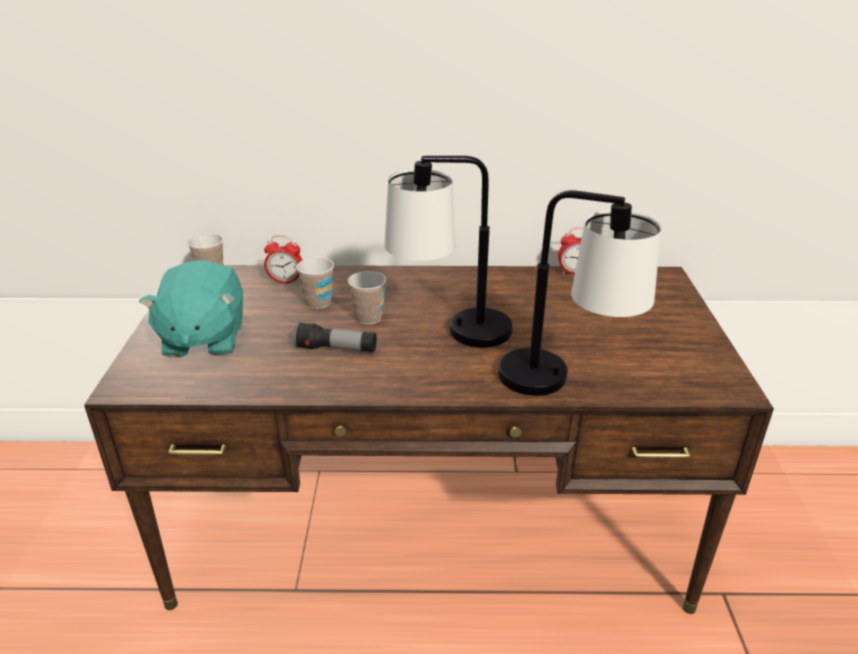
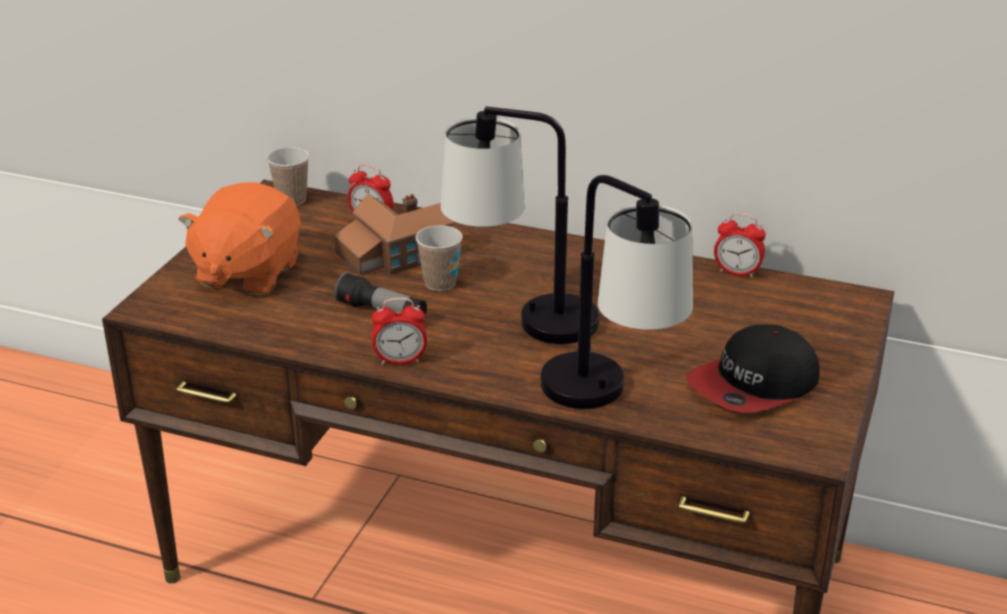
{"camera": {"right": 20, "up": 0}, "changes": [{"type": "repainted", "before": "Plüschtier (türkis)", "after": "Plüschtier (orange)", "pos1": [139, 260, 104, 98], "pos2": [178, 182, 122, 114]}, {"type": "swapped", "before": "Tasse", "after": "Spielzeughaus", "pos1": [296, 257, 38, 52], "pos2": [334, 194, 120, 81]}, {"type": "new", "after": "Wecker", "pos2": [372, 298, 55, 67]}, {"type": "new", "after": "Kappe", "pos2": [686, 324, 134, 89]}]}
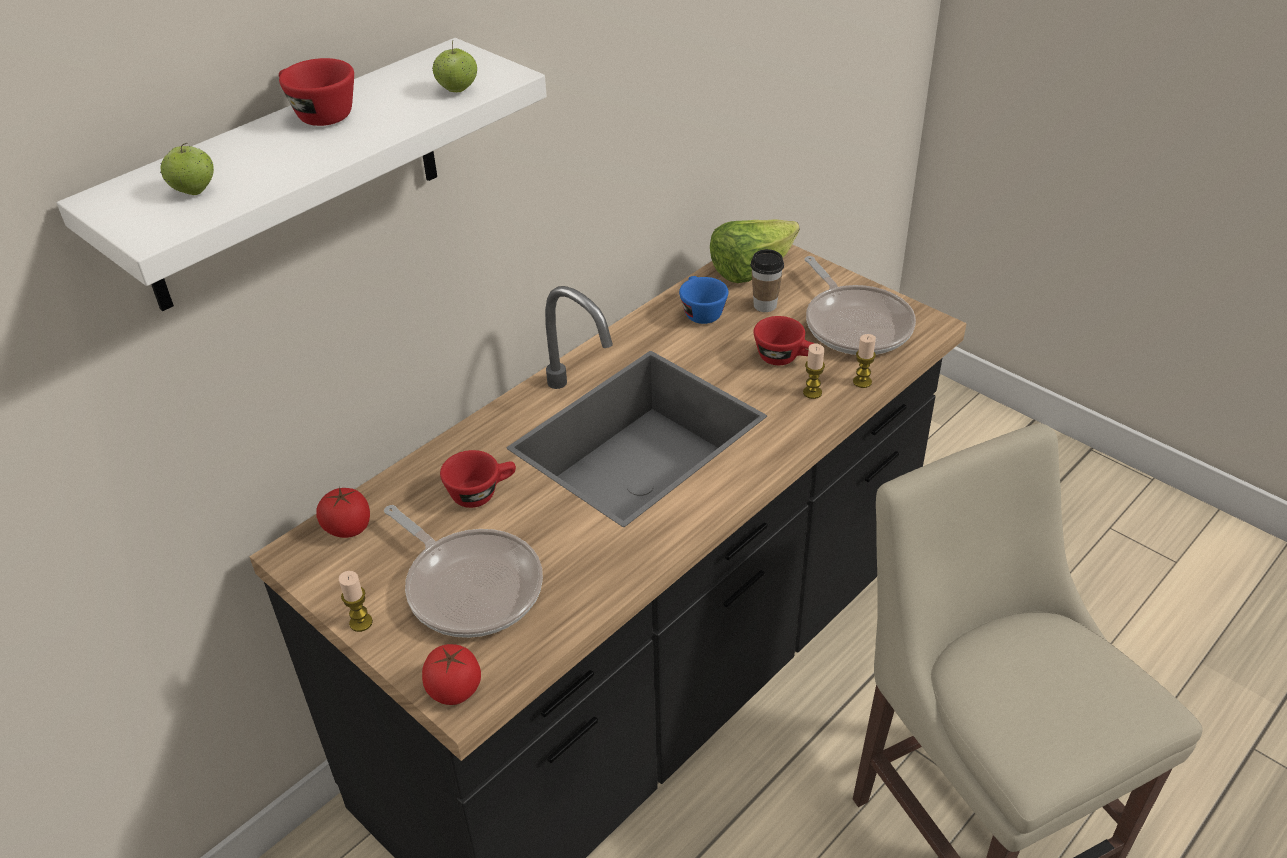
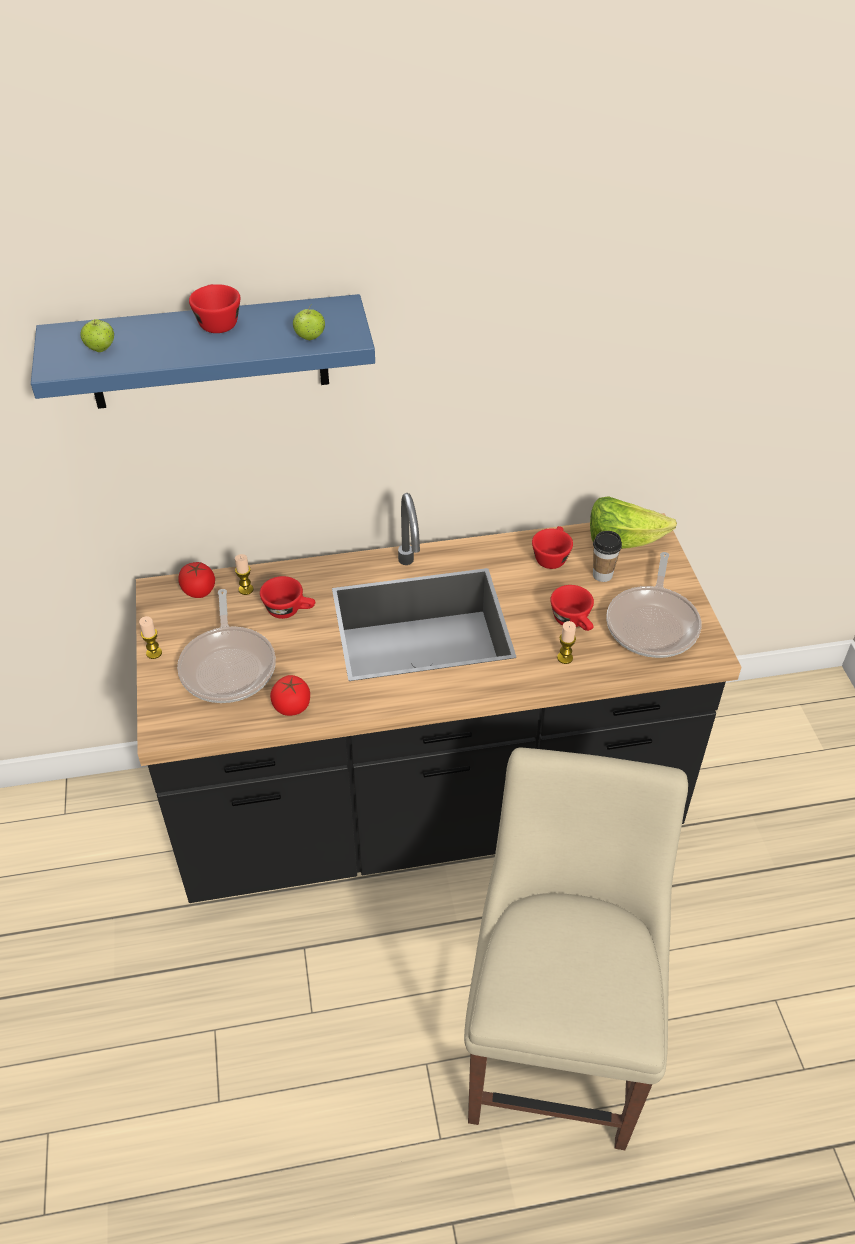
{"camera": {"right": 35, "up": 5}, "changes": [{"type": "repainted", "before": "Wandregal (weiß)", "after": "Wandregal (blau)", "pos1": [57, 38, 490, 273], "pos2": [31, 294, 344, 115]}, {"type": "shifted", "before": "Tomate", "pos1": [422, 644, 59, 61], "pos2": [270, 675, 40, 41]}, {"type": "repainted", "before": "Tasse (blau)", "after": "Tasse (rot)", "pos1": [679, 276, 49, 48], "pos2": [532, 526, 41, 43]}, {"type": "shifted", "before": "Kerze", "pos1": [853, 334, 23, 54], "pos2": [235, 554, 19, 41]}]}
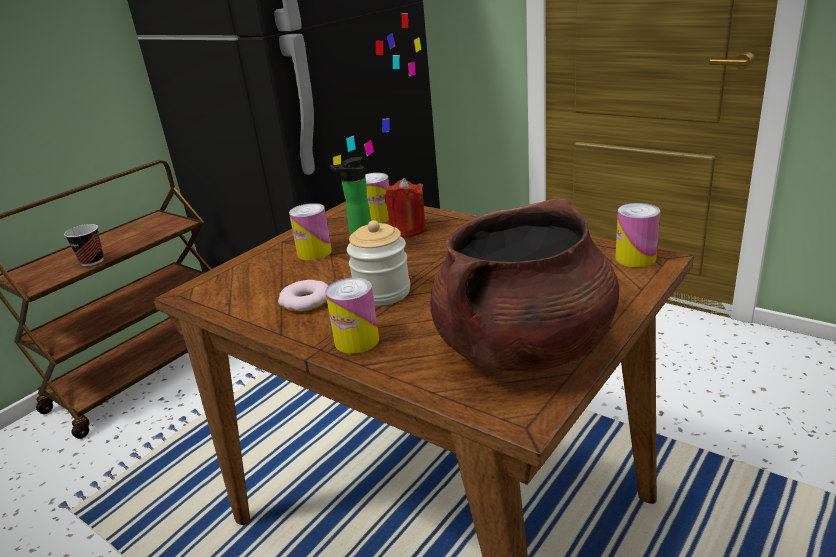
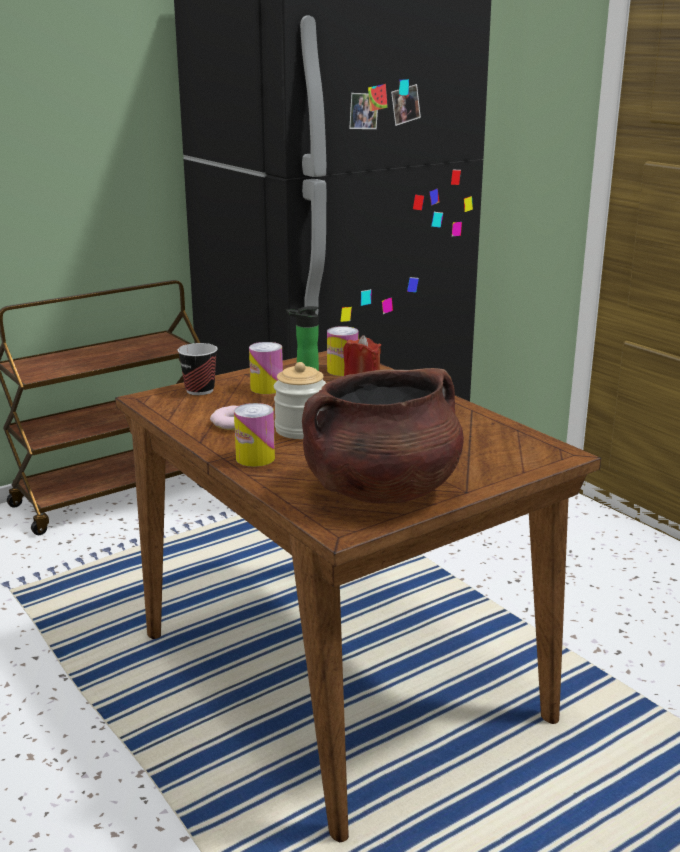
{"camera": {"right": 15, "up": -5}, "changes": [{"type": "shifted", "before": "Tasse", "pos1": [64, 224, 40, 42], "pos2": [177, 343, 41, 52]}, {"type": "gone", "before": "Dose", "pos1": [615, 203, 45, 64]}]}
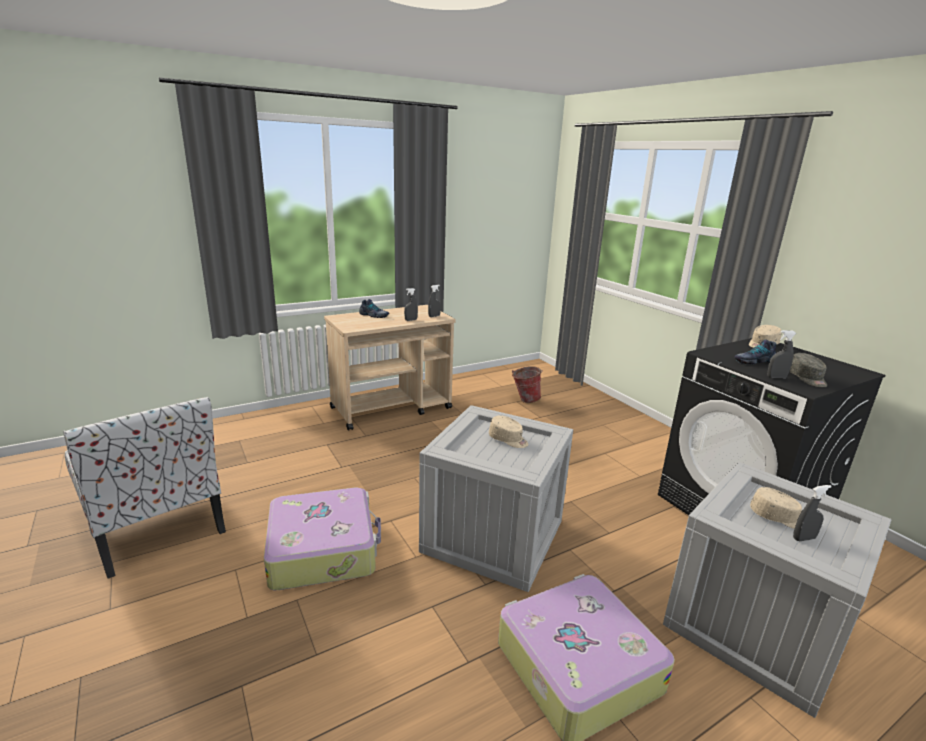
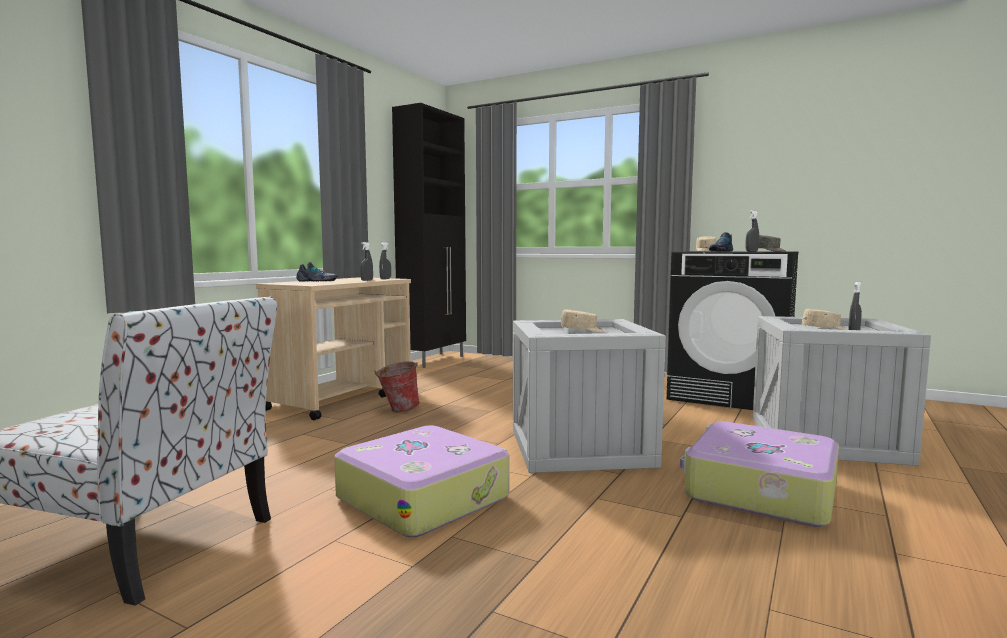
{"camera": {"right": -30, "up": -15}, "changes": [{"type": "shifted", "before": "Eimer", "pos1": [512, 366, 31, 37], "pos2": [374, 361, 46, 51]}, {"type": "new", "after": "Schrank (schwarz)", "pos2": [392, 103, 74, 265]}]}
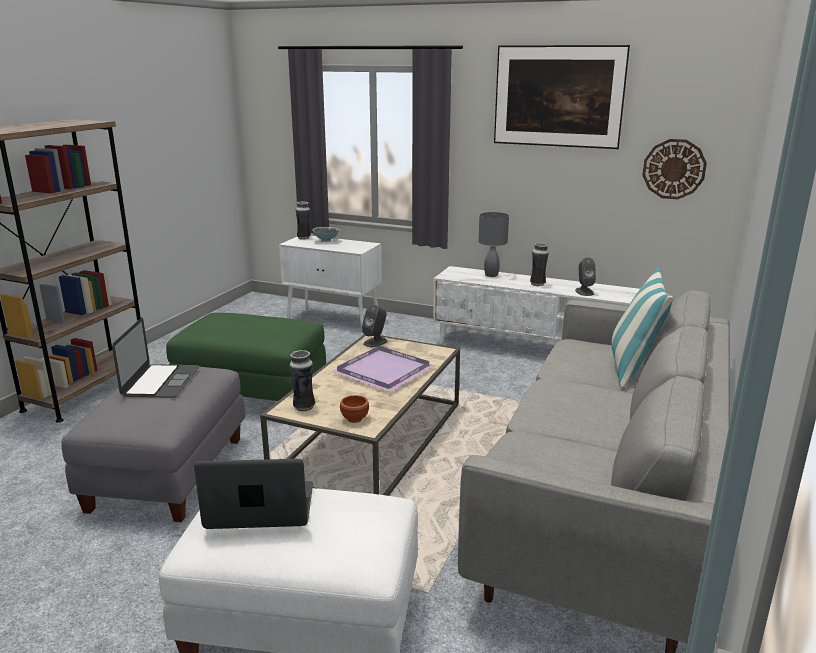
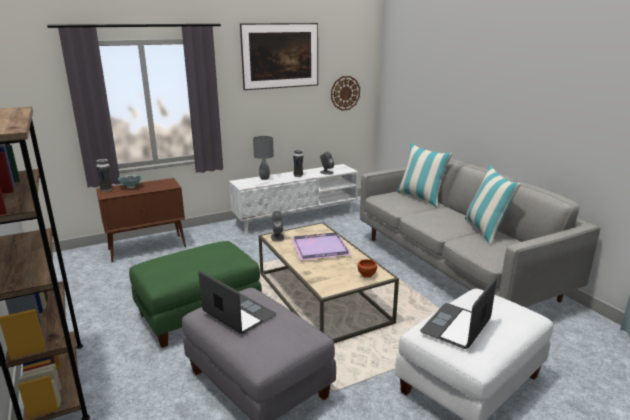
{"camera": {"right": -50, "up": 0}, "changes": [{"type": "repainted", "before": "Schrank (weiß)", "after": "Schrank (braun)", "pos1": [279, 236, 103, 96], "pos2": [96, 178, 90, 84]}, {"type": "gone", "before": "Vase", "pos1": [290, 350, 25, 61]}, {"type": "new", "after": "Kissen", "pos2": [465, 166, 56, 79]}]}
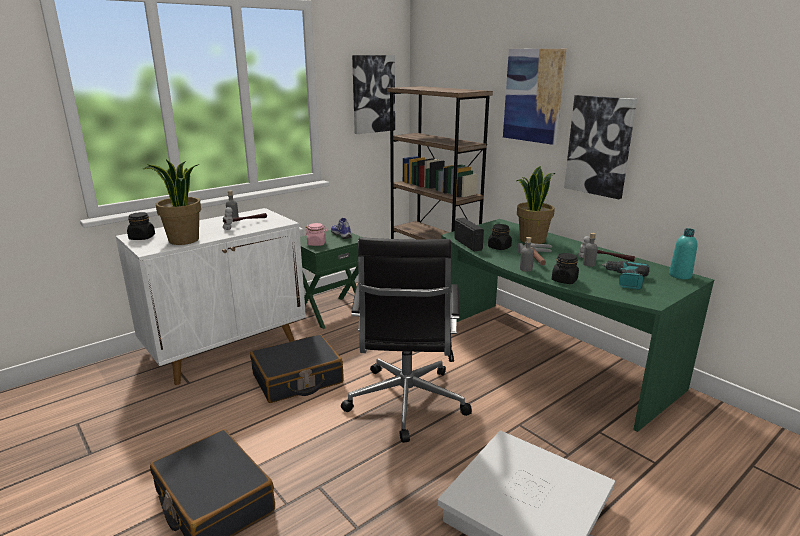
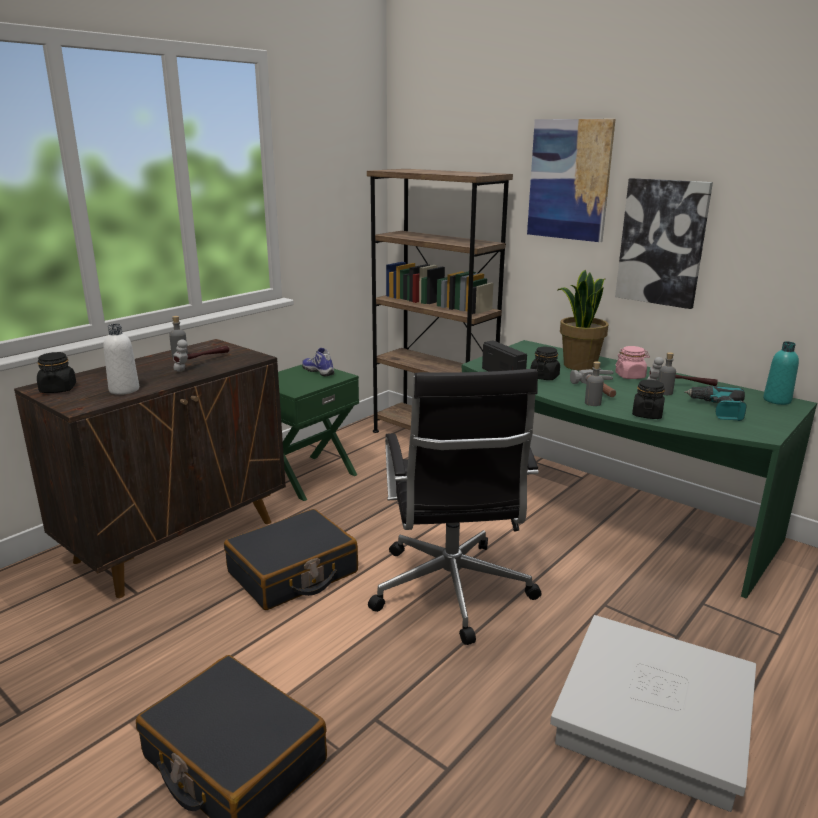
{"camera": {"right": -10, "up": 0}, "changes": [{"type": "repainted", "before": "Schrank (weiß)", "after": "Schrank (braun)", "pos1": [115, 208, 191, 177], "pos2": [14, 339, 272, 259]}, {"type": "swapped", "before": "Topfpflanze", "after": "Flasche (weiß)", "pos1": [143, 159, 58, 86], "pos2": [103, 324, 36, 71]}, {"type": "shifted", "before": "Vorratsglas (rosa)", "pos1": [305, 223, 22, 23], "pos2": [615, 346, 35, 33]}, {"type": "gone", "before": "Bild", "pos1": [352, 55, 43, 79]}]}
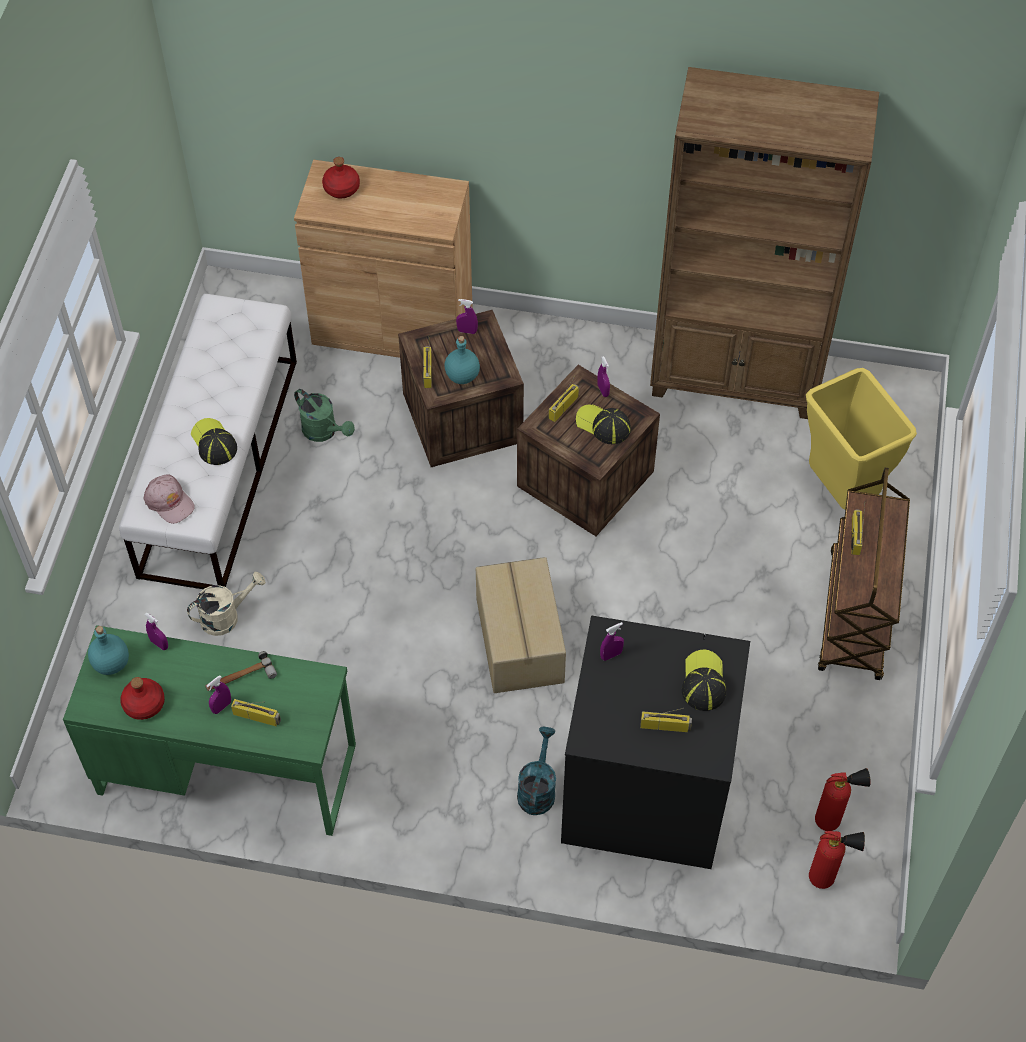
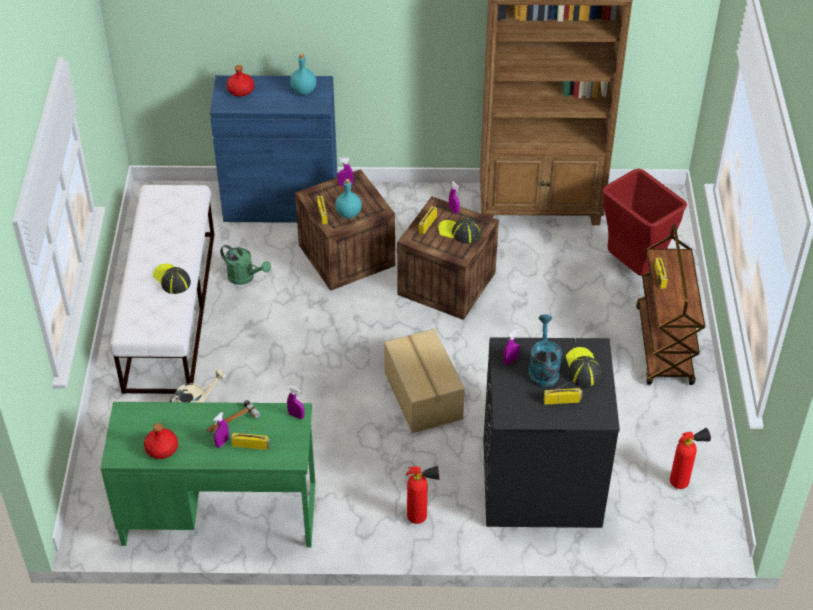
{"camera": {"right": -10, "up": -10}, "changes": [{"type": "shifted", "before": "Flasche (türkis)", "pos1": [88, 626, 41, 49], "pos2": [290, 54, 26, 41]}, {"type": "gone", "before": "Kappe (rosa)", "pos1": [144, 474, 51, 50]}, {"type": "shifted", "before": "Sprühflasche (lila)", "pos1": [145, 612, 23, 38], "pos2": [287, 386, 17, 33]}, {"type": "repainted", "before": "Schrank (braun)", "after": "Schrank (blau)", "pos1": [294, 160, 178, 198], "pos2": [210, 75, 127, 148]}, {"type": "shifted", "before": "Gießkanne (türkis)", "pos1": [517, 727, 39, 88], "pos2": [528, 315, 34, 72]}, {"type": "repainted", "before": "Mülleimer (gelb)", "after": "Mülleimer (rot)", "pos1": [806, 368, 111, 142], "pos2": [602, 169, 85, 107]}, {"type": "shifted", "before": "Feuerlöscher", "pos1": [809, 831, 56, 58], "pos2": [406, 466, 33, 58]}]}
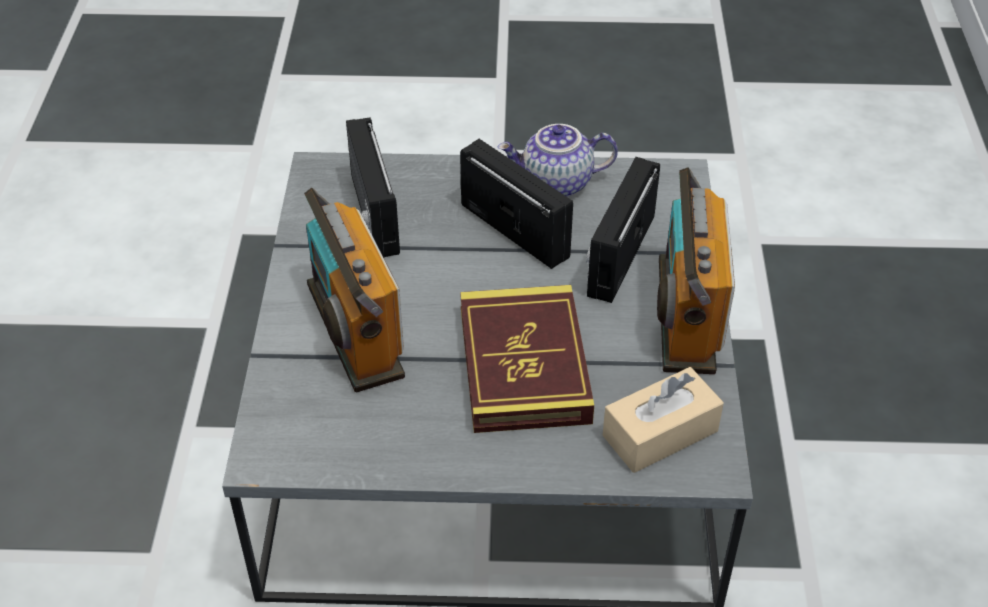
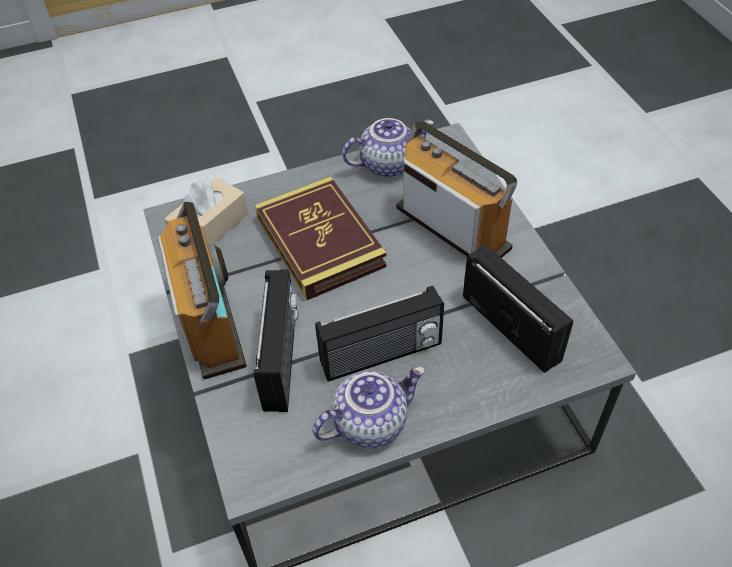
{"camera": {"right": 160, "up": 5}, "changes": [{"type": "rotated", "before": "Radio", "pos1": [460, 139, 113, 130], "pos2": [315, 286, 129, 96], "turn": -45}, {"type": "new", "after": "Teekanne", "pos2": [342, 118, 92, 60]}]}
